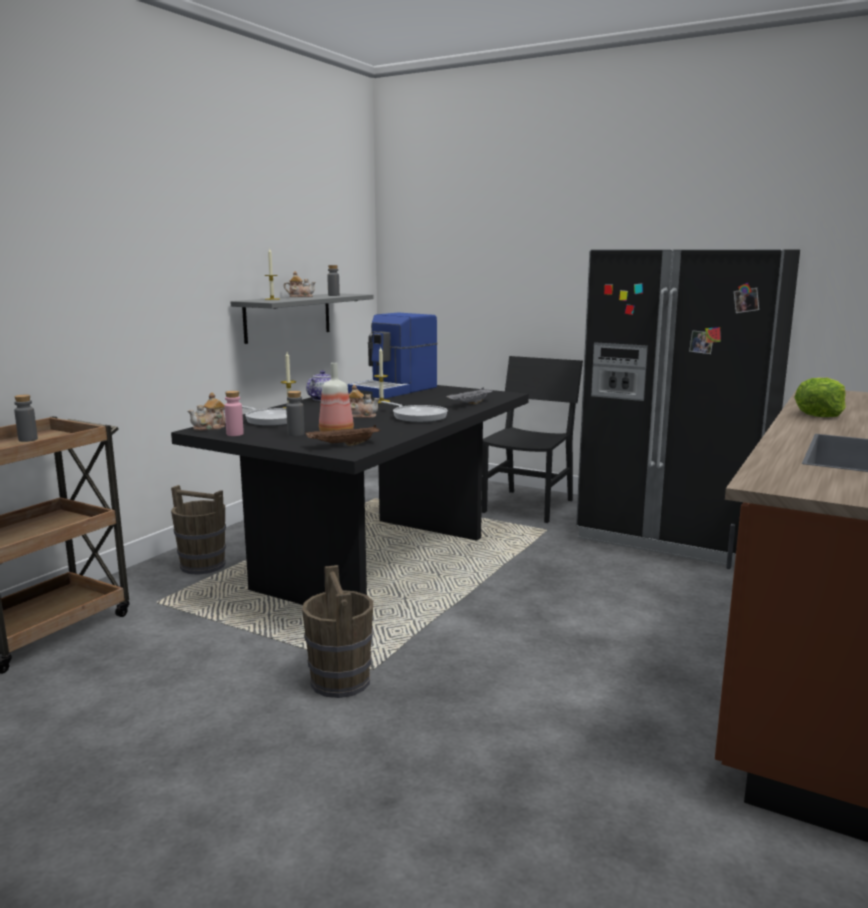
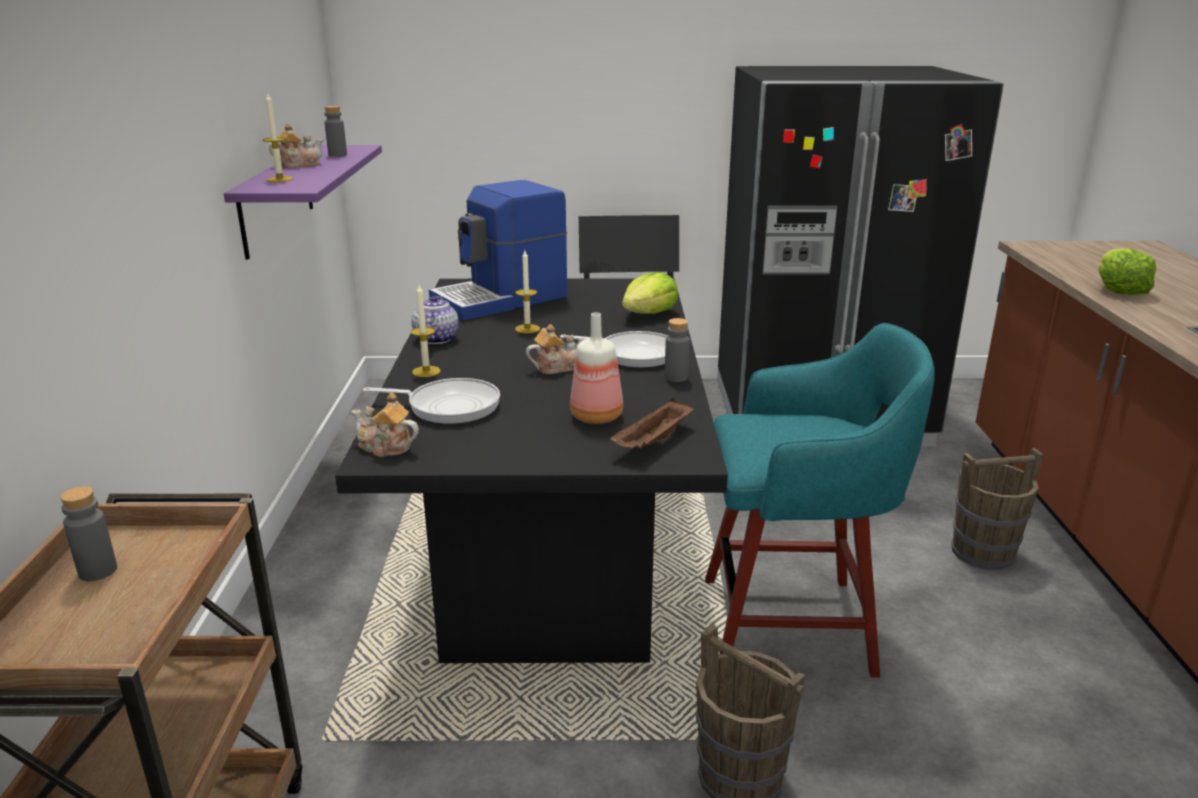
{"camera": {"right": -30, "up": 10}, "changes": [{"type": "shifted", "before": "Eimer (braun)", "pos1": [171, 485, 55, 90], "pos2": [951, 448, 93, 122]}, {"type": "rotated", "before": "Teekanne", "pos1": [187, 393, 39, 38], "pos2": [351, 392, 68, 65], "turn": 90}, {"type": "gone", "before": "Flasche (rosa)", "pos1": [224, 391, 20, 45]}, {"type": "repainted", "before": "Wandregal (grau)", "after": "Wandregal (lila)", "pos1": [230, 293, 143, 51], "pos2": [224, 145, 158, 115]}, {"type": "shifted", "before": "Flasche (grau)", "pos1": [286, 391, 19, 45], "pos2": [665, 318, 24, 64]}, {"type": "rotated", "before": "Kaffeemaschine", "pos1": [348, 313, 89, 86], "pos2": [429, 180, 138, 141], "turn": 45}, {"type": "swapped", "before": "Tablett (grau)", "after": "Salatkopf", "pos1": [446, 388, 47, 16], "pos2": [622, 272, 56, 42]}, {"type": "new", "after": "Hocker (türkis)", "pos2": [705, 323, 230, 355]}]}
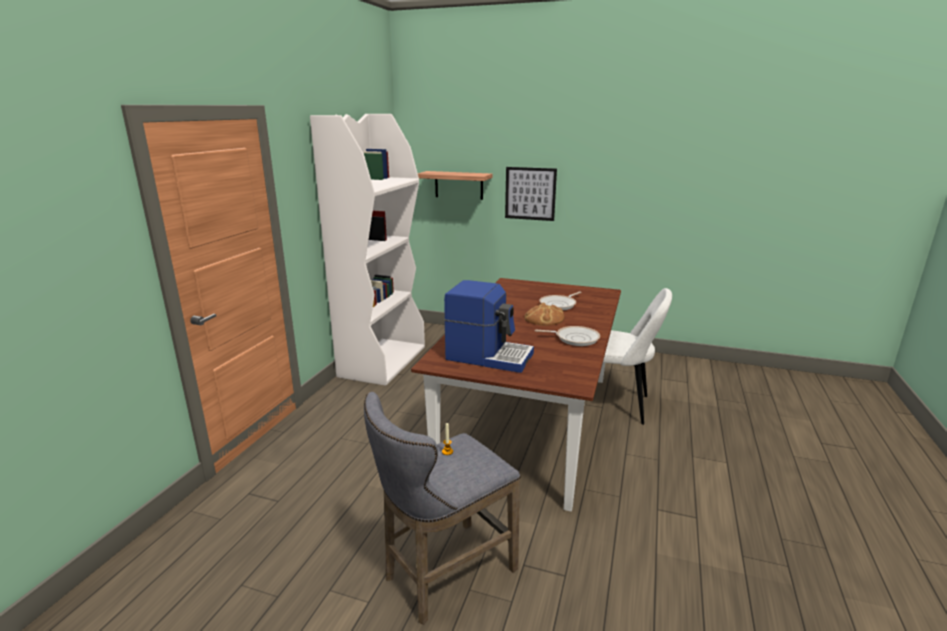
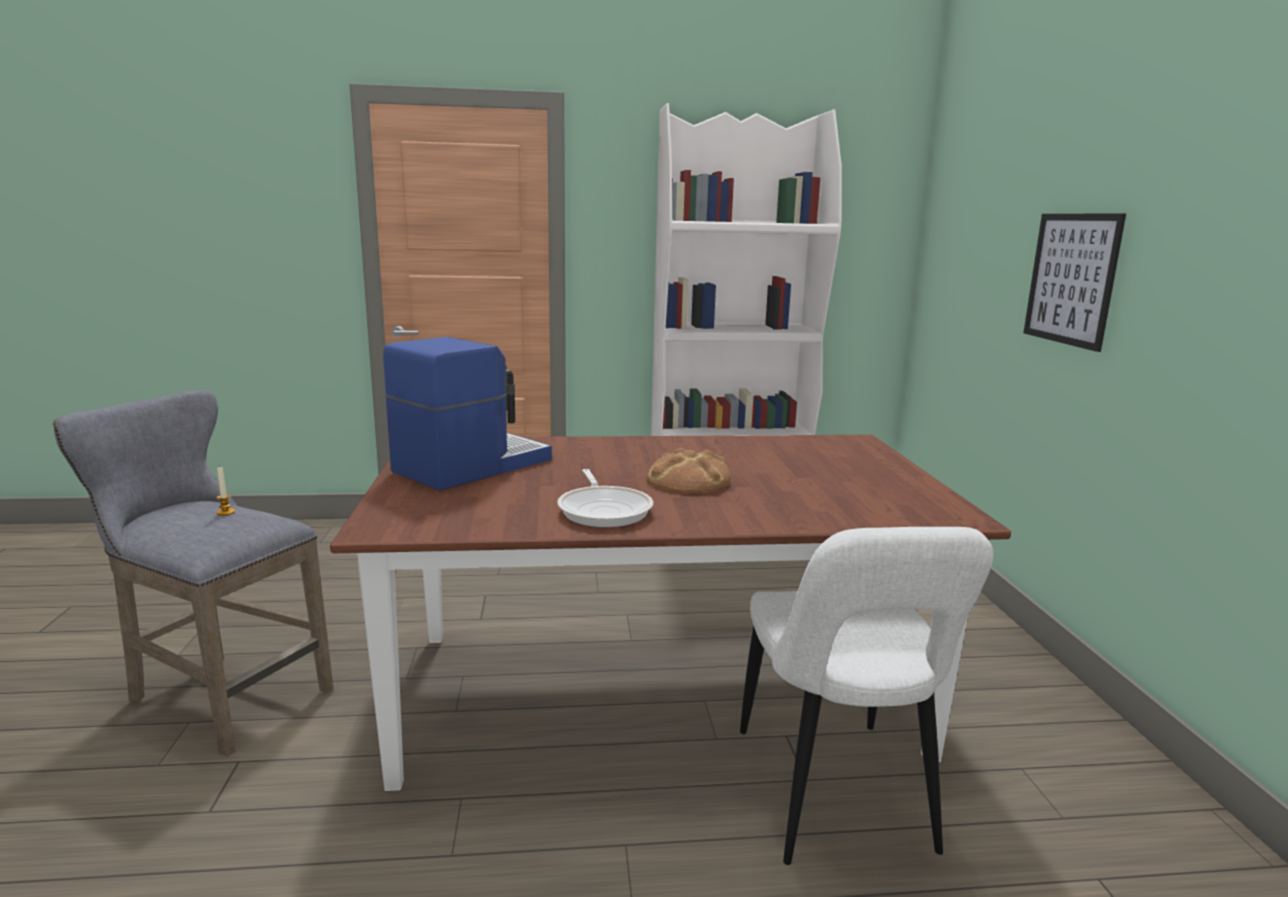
{"camera": {"right": 65, "up": -5}, "changes": [{"type": "gone", "before": "Wandregal", "pos1": [418, 171, 74, 29]}, {"type": "rotated", "before": "Kaffeemaschine", "pos1": [444, 280, 90, 93], "pos2": [383, 337, 169, 153], "turn": -135}, {"type": "gone", "before": "Pfanne", "pos1": [539, 292, 43, 18]}]}
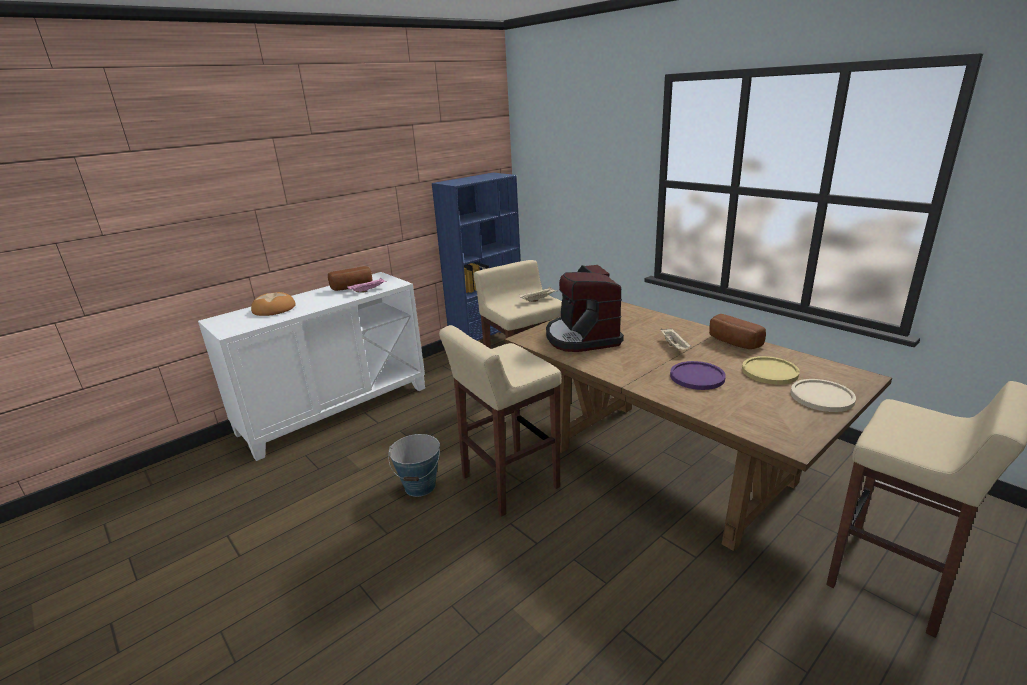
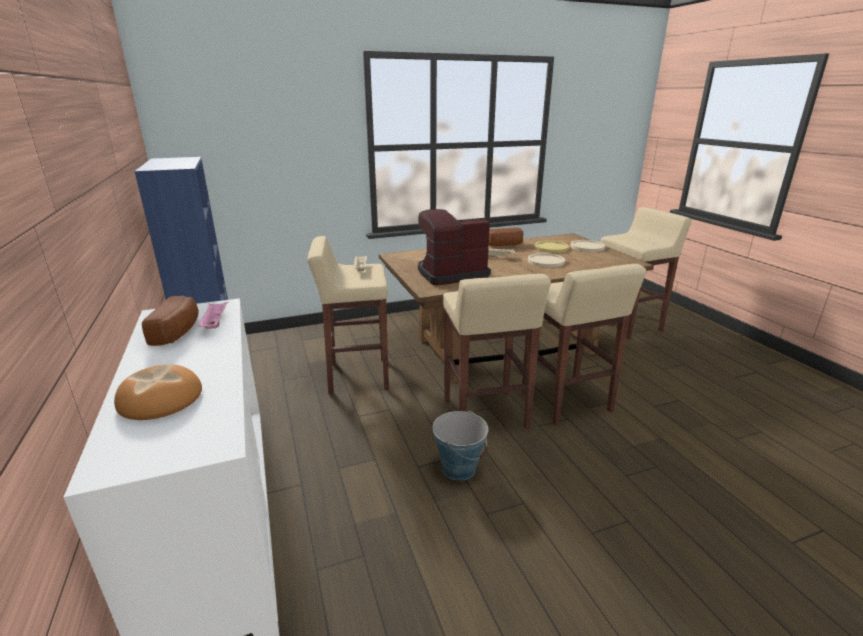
{"camera": {"right": -70, "up": 0}, "changes": [{"type": "rotated", "before": "Kaffeemaschine", "pos1": [546, 265, 78, 87], "pos2": [418, 209, 73, 77], "turn": 150}, {"type": "repainted", "before": "Teller (lila)", "after": "Teller (beige)", "pos1": [670, 361, 56, 29], "pos2": [528, 253, 37, 14]}, {"type": "new", "after": "Hocker (beige)", "pos2": [522, 264, 125, 162]}]}
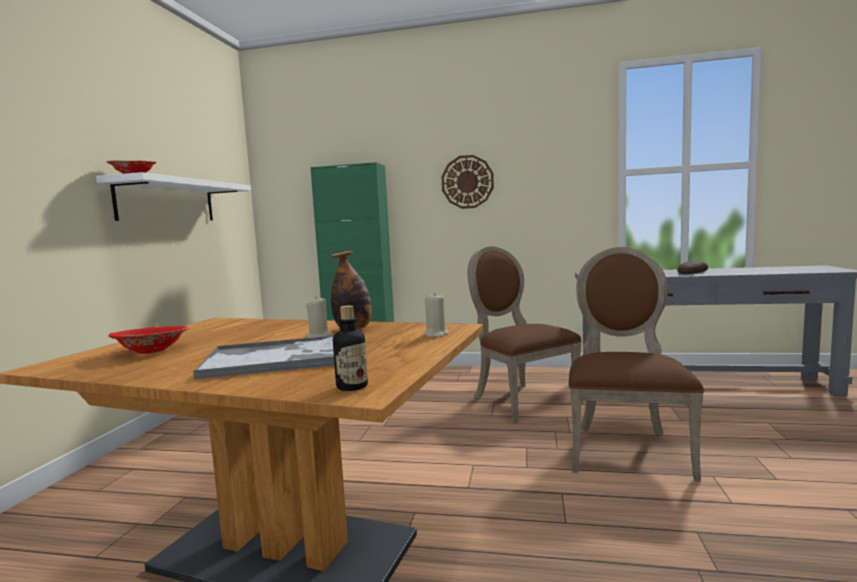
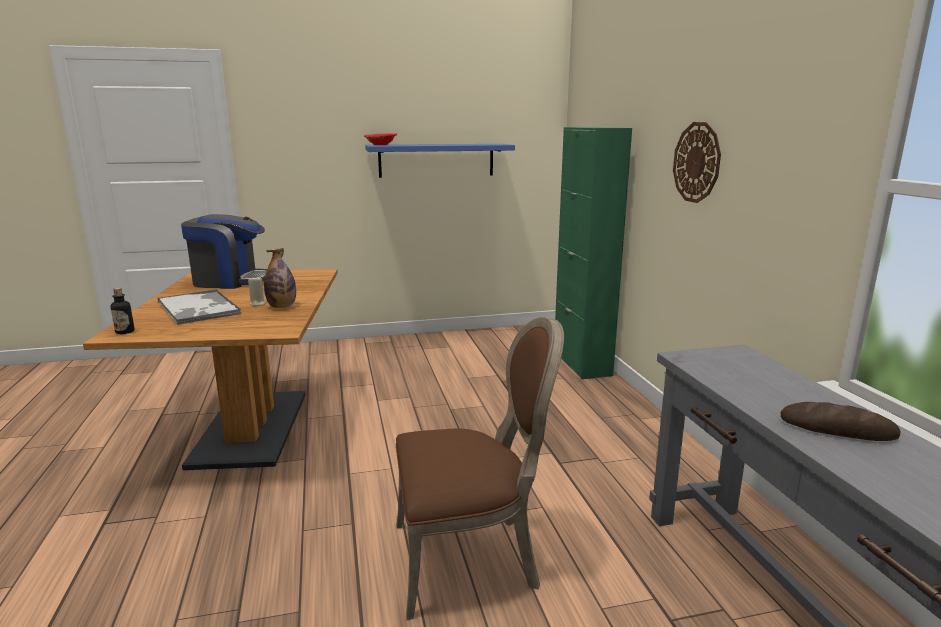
{"camera": {"right": 65, "up": 10}, "changes": [{"type": "repainted", "before": "Wandregal (weiß)", "after": "Wandregal (blau)", "pos1": [96, 172, 155, 49], "pos2": [365, 144, 150, 34]}, {"type": "swapped", "before": "Schüssel (rot)", "after": "Kaffeemaschine", "pos1": [108, 326, 80, 28], "pos2": [181, 214, 86, 75]}, {"type": "gone", "before": "Kerze (beige)", "pos1": [424, 292, 25, 45]}, {"type": "gone", "before": "Stuhl (braun)", "pos1": [467, 246, 116, 178]}]}
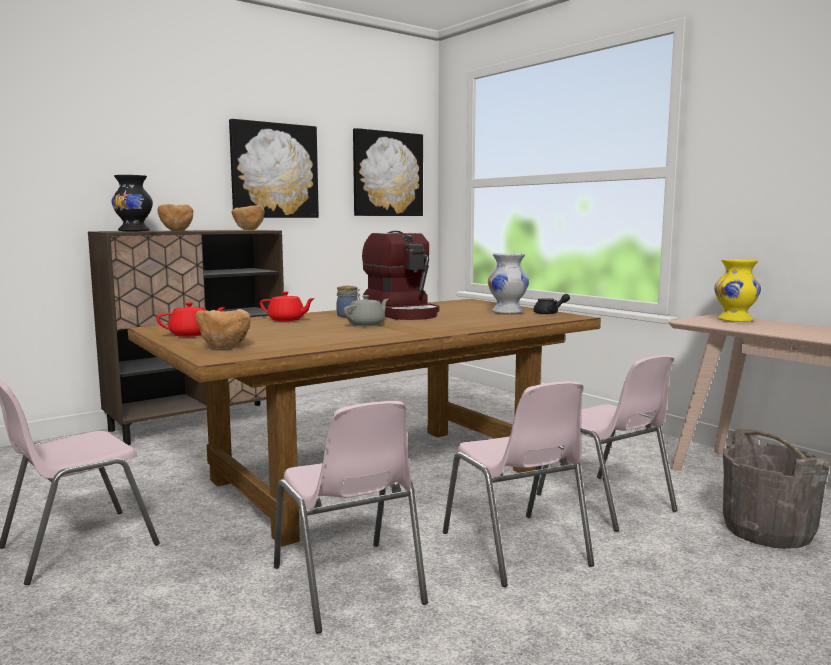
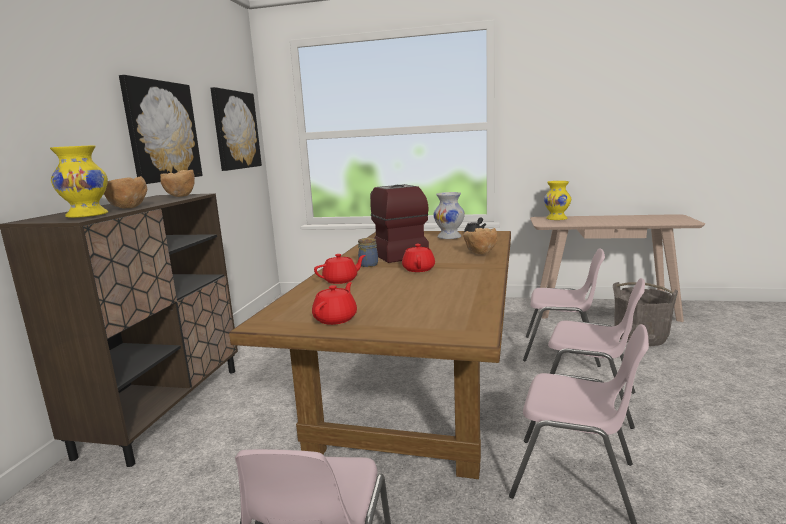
{"camera": {"right": -40, "up": 5}, "changes": [{"type": "repainted", "before": "Vase (schwarz)", "after": "Vase (gelb)", "pos1": [111, 175, 42, 57], "pos2": [50, 146, 58, 72]}, {"type": "shifted", "before": "Schüssel (braun)", "pos1": [196, 309, 55, 40], "pos2": [463, 228, 35, 27]}, {"type": "repainted", "before": "Teekanne (grau)", "after": "Teekanne (rot)", "pos1": [344, 295, 44, 31], "pos2": [402, 244, 33, 28]}, {"type": "rotated", "before": "Kaffeemaschine", "pos1": [362, 231, 78, 89], "pos2": [370, 184, 59, 79], "turn": -135}]}
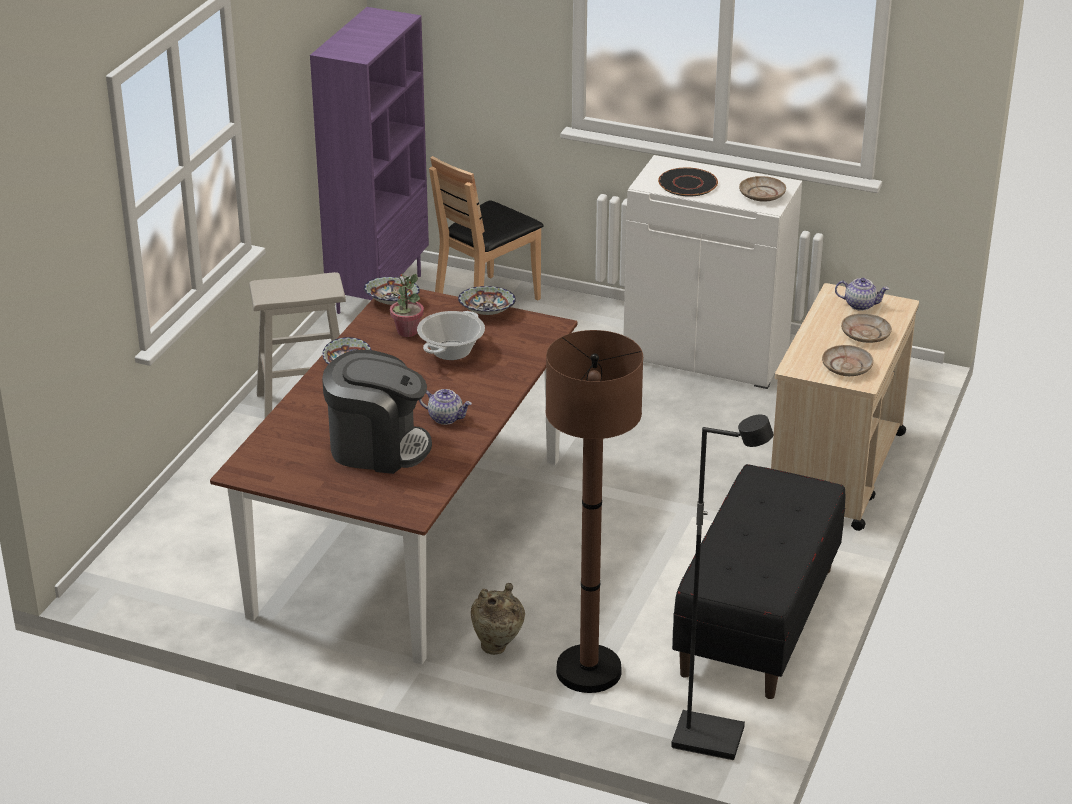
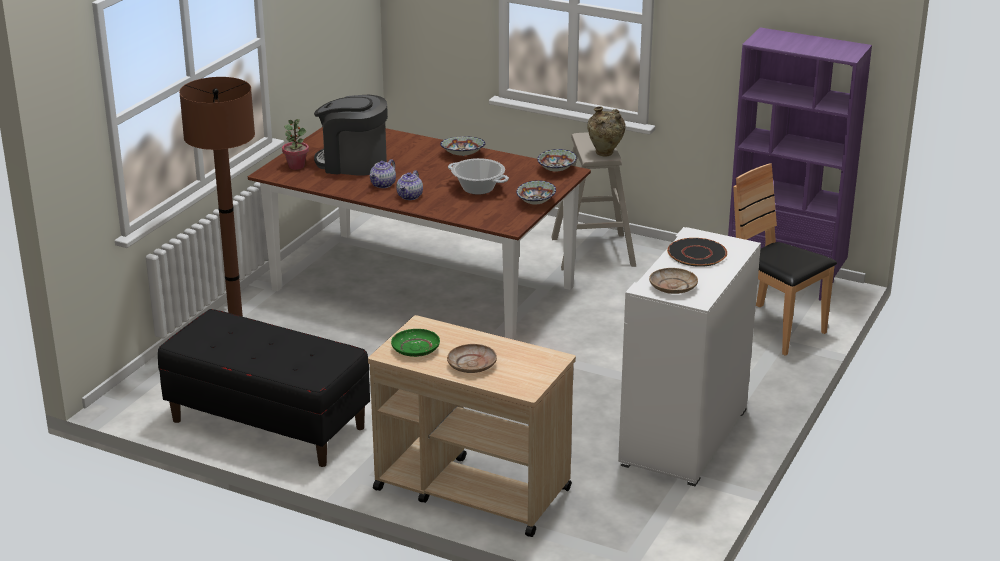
{"camera": {"right": 95, "up": -5}, "changes": [{"type": "rotated", "before": "Kaffeemaschine", "pos1": [322, 350, 110, 124], "pos2": [314, 95, 74, 80], "turn": 90}, {"type": "shifted", "before": "Topfpflanze", "pos1": [390, 273, 34, 64], "pos2": [282, 119, 27, 51]}, {"type": "shifted", "before": "Vase (beige)", "pos1": [471, 583, 54, 72], "pos2": [587, 106, 39, 51]}, {"type": "gone", "before": "Stehlampe (schwarz)", "pos1": [671, 415, 103, 345]}, {"type": "repainted", "before": "Teller (beige)", "after": "Teller (grün)", "pos1": [822, 345, 52, 31], "pos2": [391, 329, 49, 28]}, {"type": "shifted", "before": "Teekanne", "pos1": [835, 278, 54, 33], "pos2": [396, 170, 27, 30]}]}
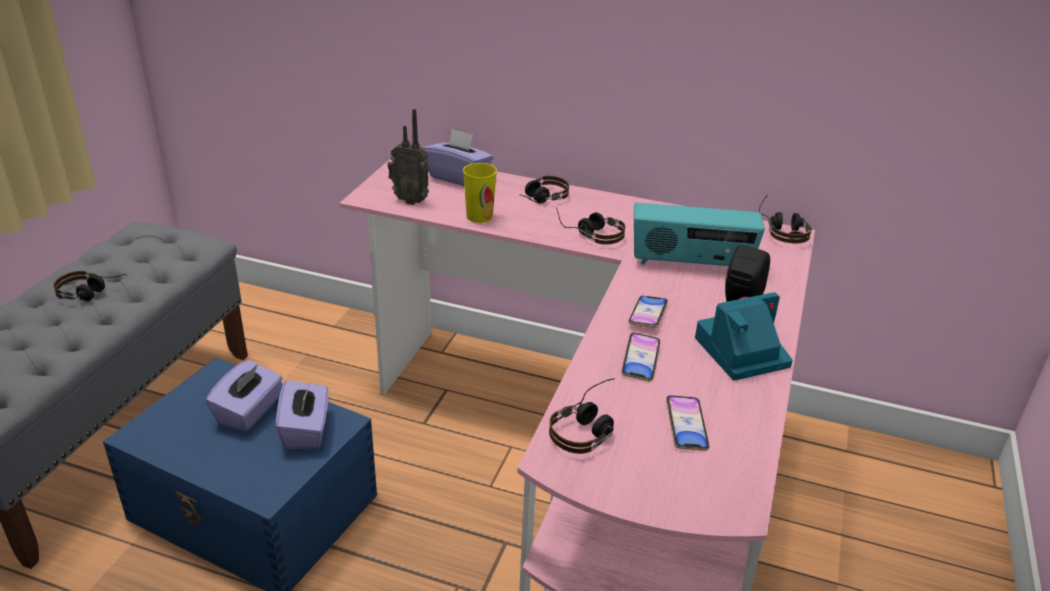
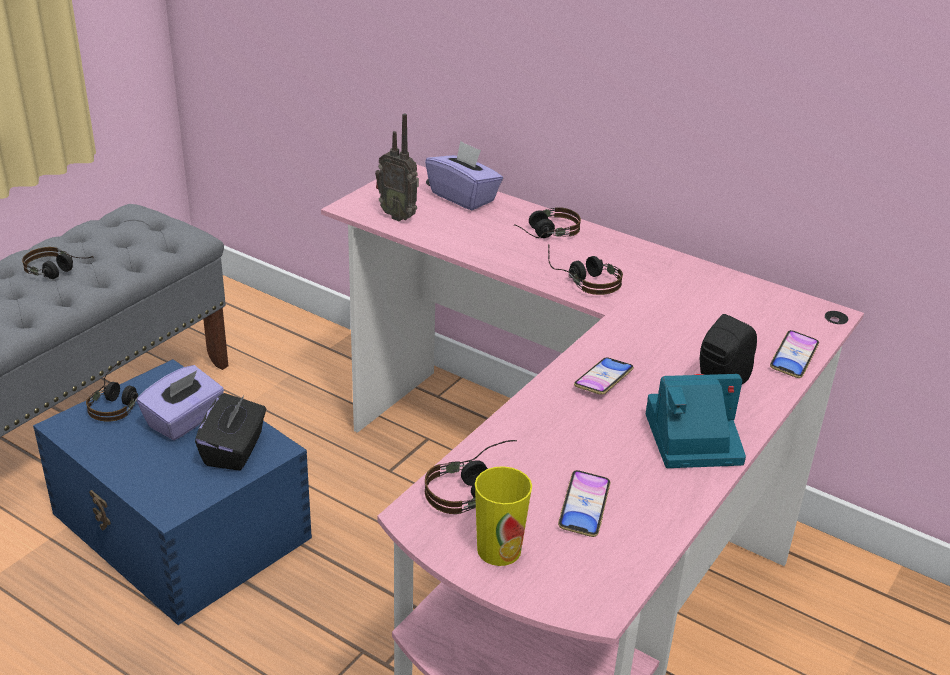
{"camera": {"right": 15, "up": 0}, "changes": [{"type": "repainted", "before": "Taschentuchbox (lila)", "after": "Taschentuchbox (schwarz)", "pos1": [276, 380, 53, 69], "pos2": [195, 393, 71, 78]}, {"type": "shifted", "before": "Tasse", "pos1": [463, 163, 34, 60], "pos2": [475, 466, 57, 100]}, {"type": "shifted", "before": "Handy", "pos1": [621, 333, 39, 48], "pos2": [770, 330, 49, 48]}, {"type": "gone", "before": "Radio", "pos1": [634, 203, 131, 63]}, {"type": "shifted", "before": "Kopfhörer", "pos1": [759, 195, 53, 48], "pos2": [86, 360, 52, 62]}]}
